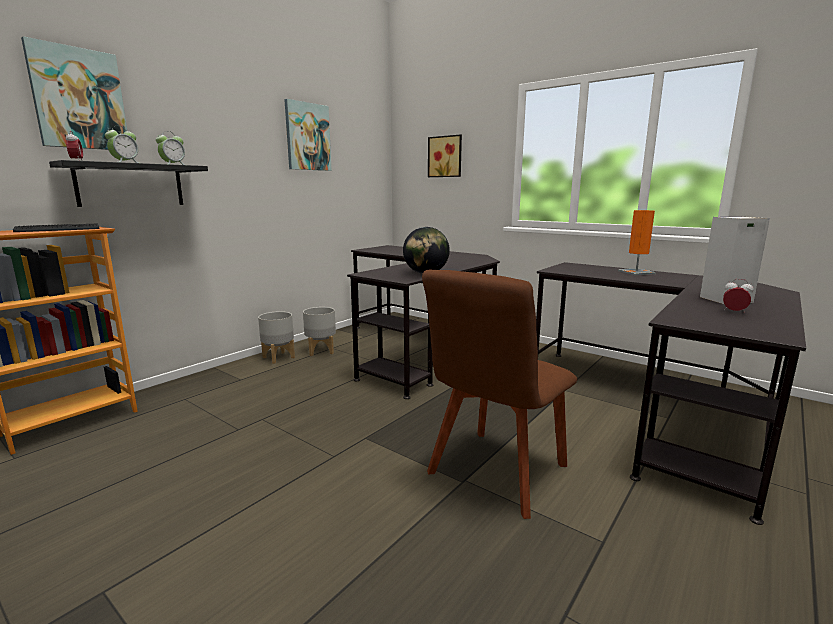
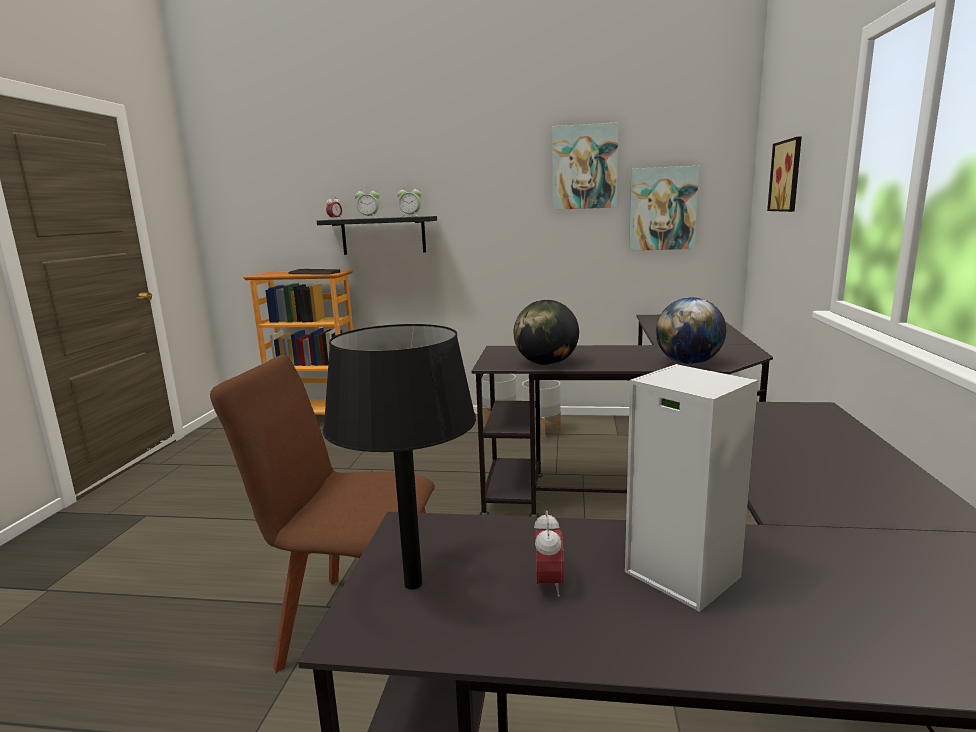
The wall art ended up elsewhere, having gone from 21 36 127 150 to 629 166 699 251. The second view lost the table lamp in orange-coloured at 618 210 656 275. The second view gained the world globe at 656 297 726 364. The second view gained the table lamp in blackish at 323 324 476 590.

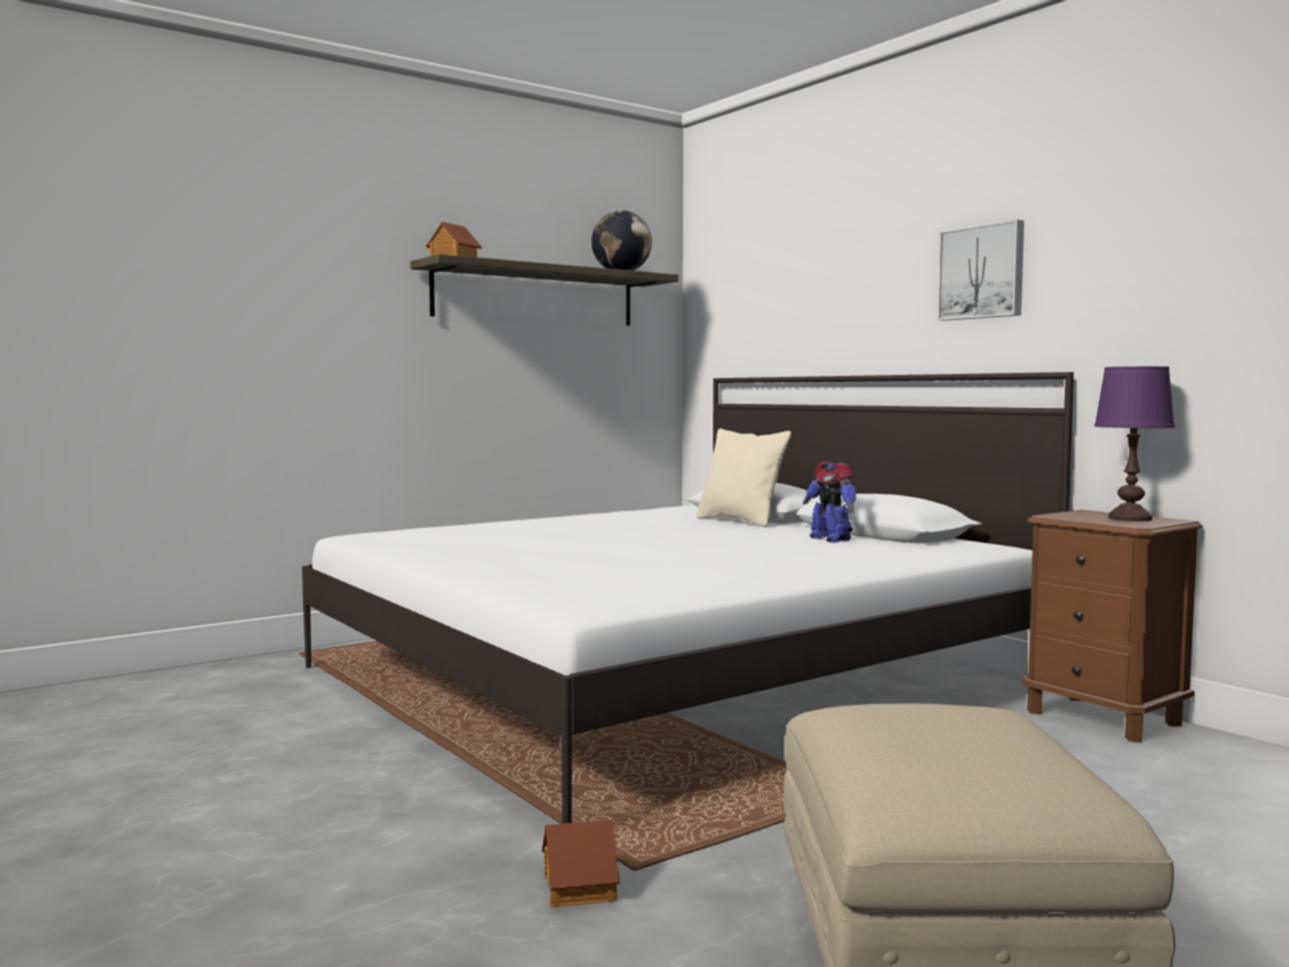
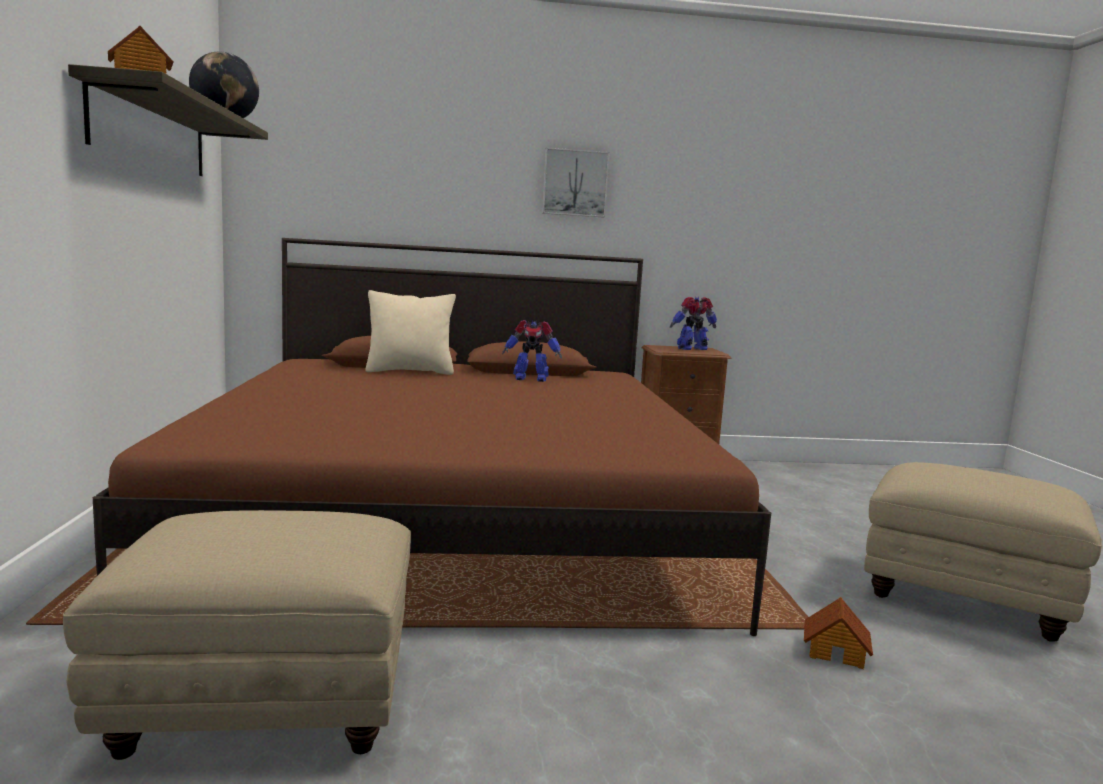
Where the table lamp in purplish stood at 1094 366 1175 522, the robot figure came to stand at 670 297 717 350. What was the bed in white at 302 372 1074 824 turned into the bed in brownish at 93 238 771 636. The second view gained the footrest in beige at 63 510 411 760.

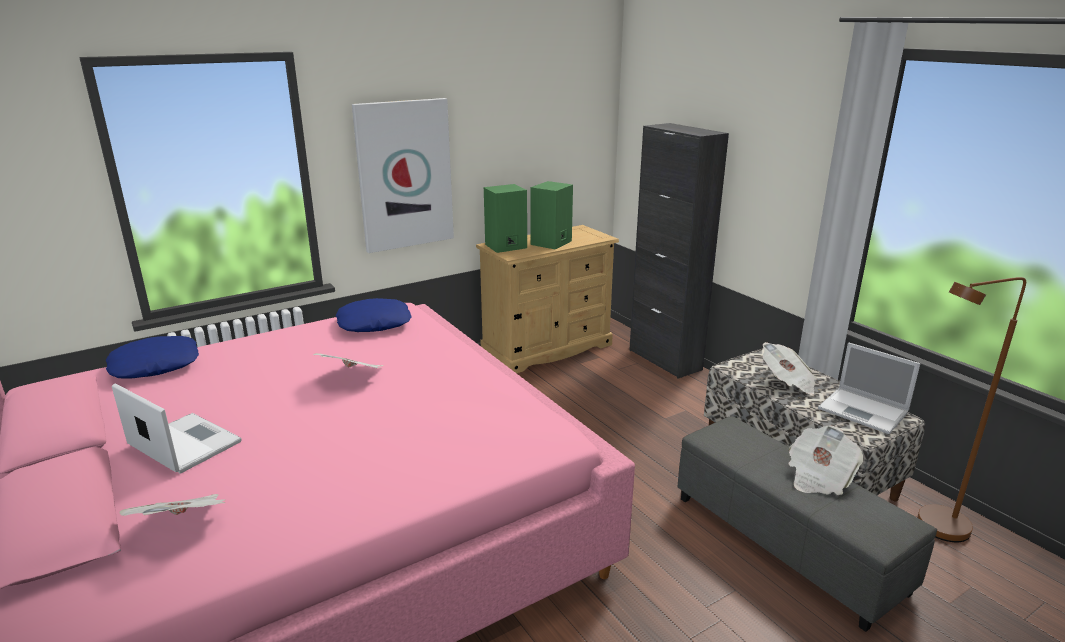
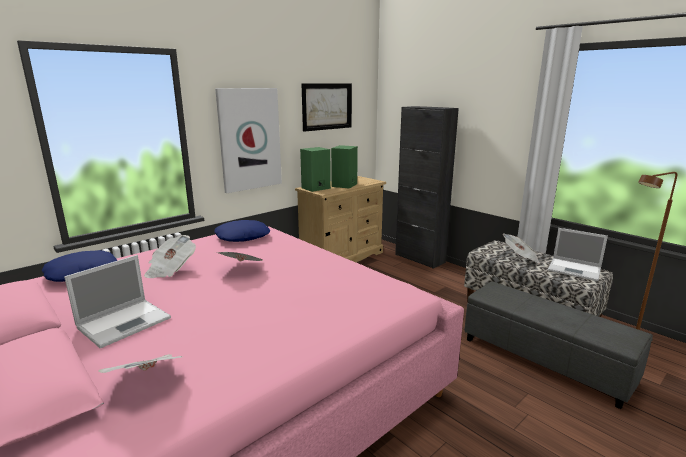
The portable computer at 112 383 242 474 ended up facing another way, 105 degrees clockwise from before. The printed paper ended up elsewhere, having gone from 788 425 863 495 to 144 235 196 278. The second view gained the wall art at 302 84 352 132.

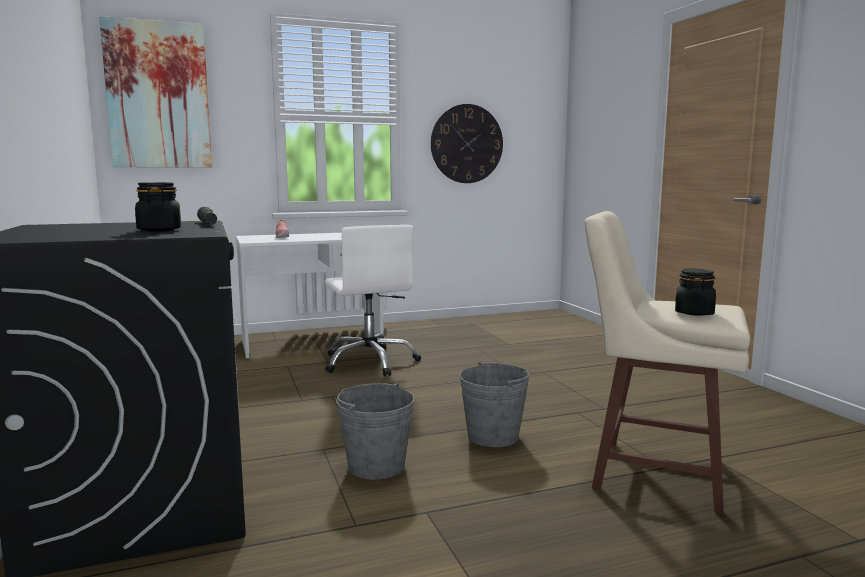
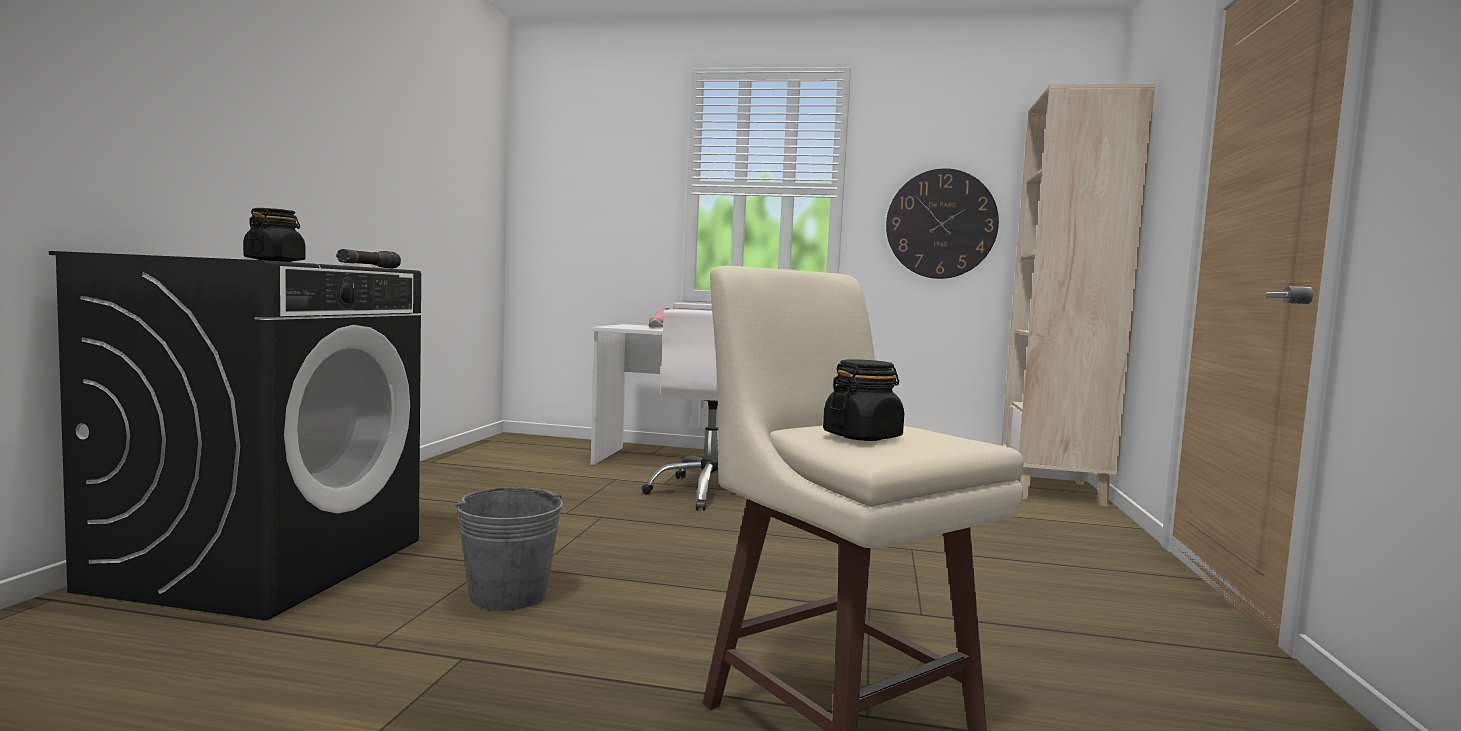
The second view lost the wall art at 99 16 212 168. The second view lost the water bucket in greyish at 459 361 530 447. The second view gained the bookcase in beige at 1001 84 1155 507.

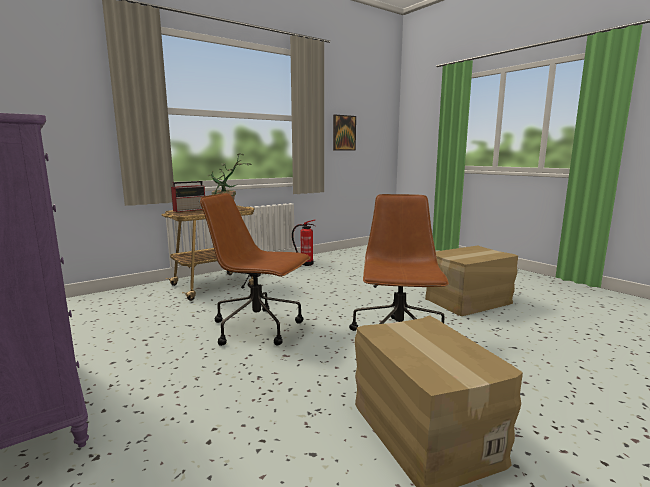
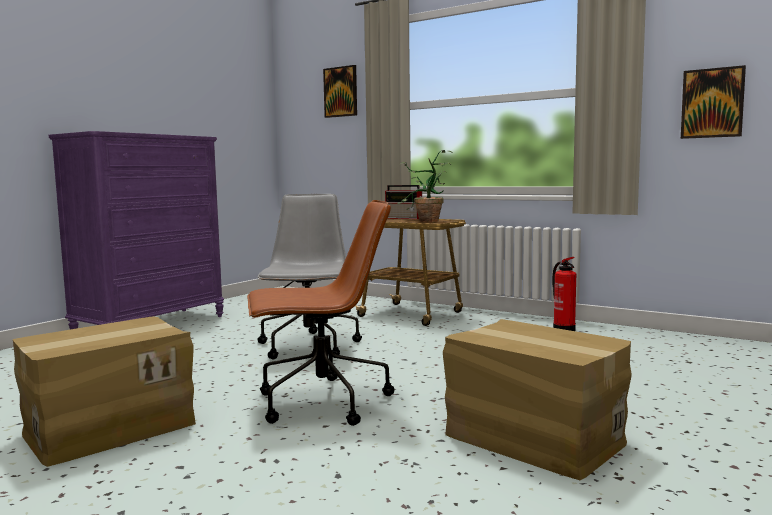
What was the office chair in brownish at 200 193 311 346 turned into the office chair in greyish at 257 194 362 359. The second view gained the wall art at 323 65 357 118.

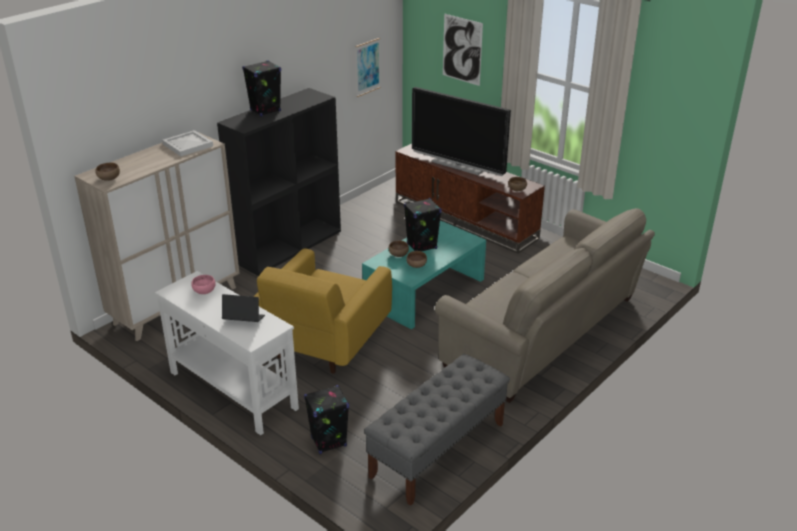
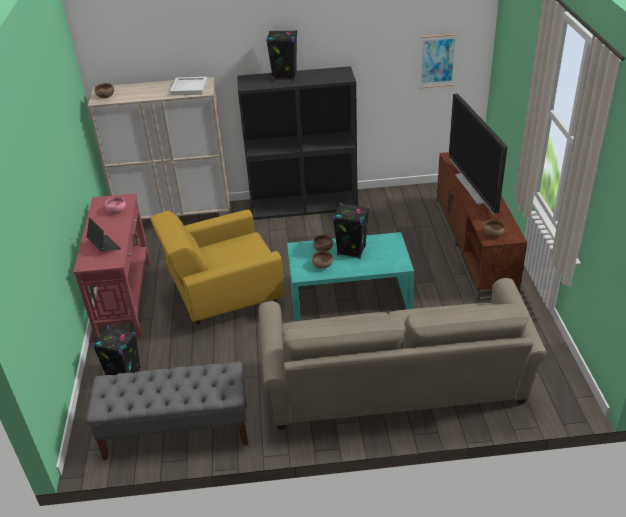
The second view lost the wall art at 443 14 483 86. What was the console table in white at 155 271 299 435 turned into the console table in red at 73 193 151 340.

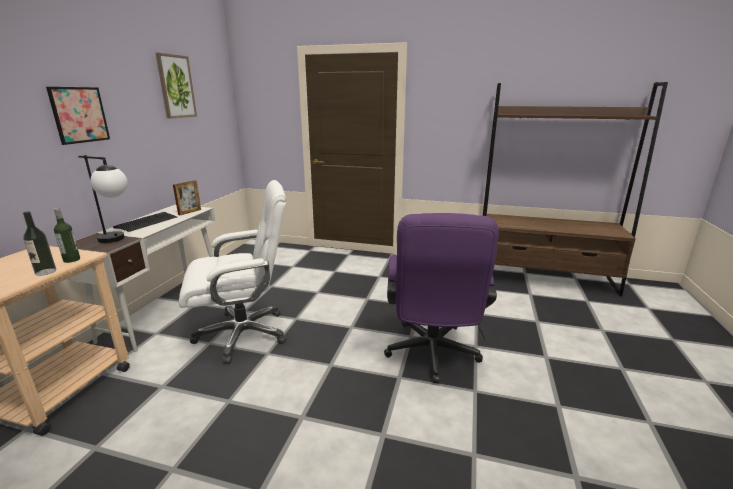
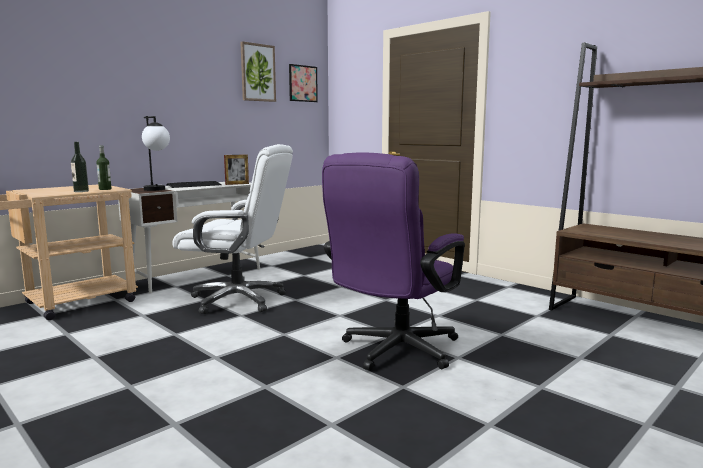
The wall art ended up elsewhere, having gone from 46 87 110 145 to 289 64 318 102.

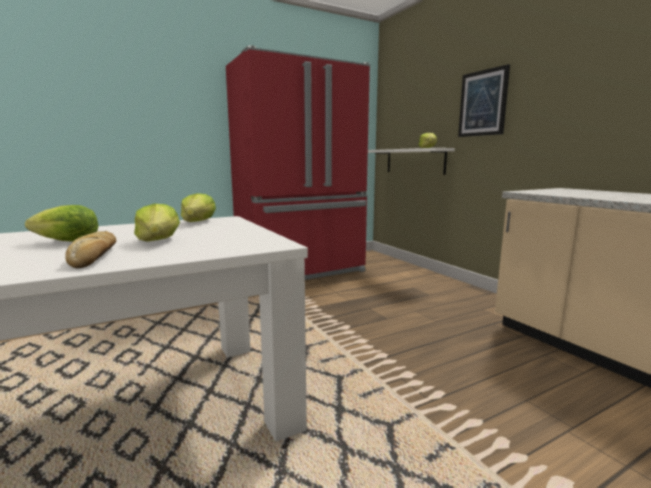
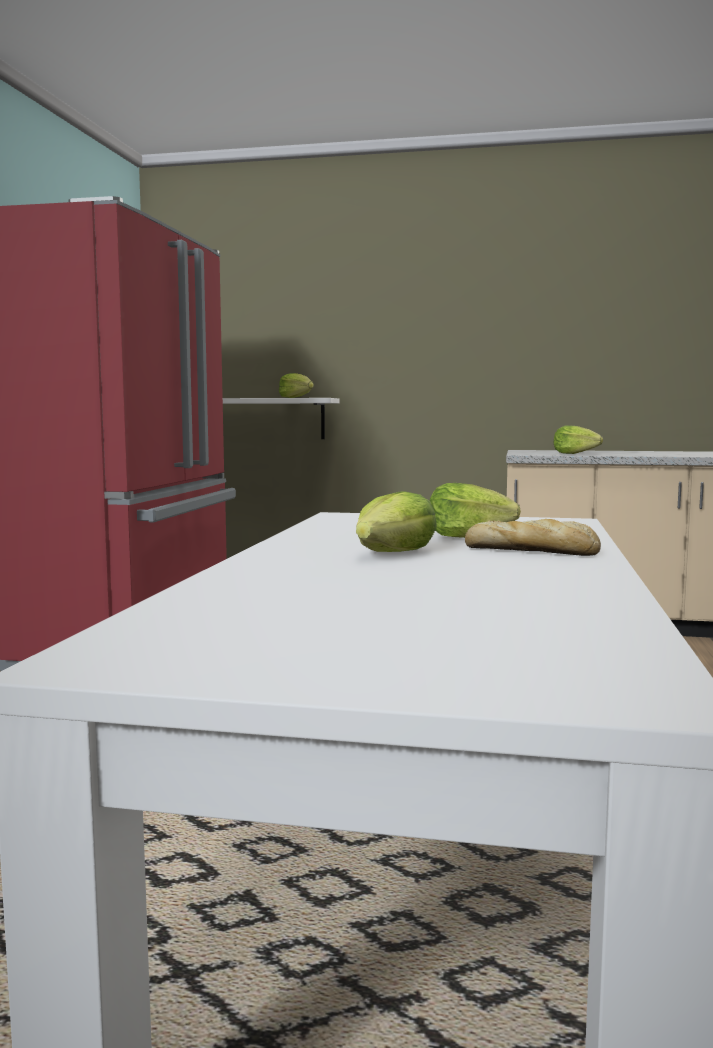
The second view lost the wall art at 458 64 510 137. The lettuce ended up elsewhere, having gone from 181 193 216 222 to 554 425 603 454.

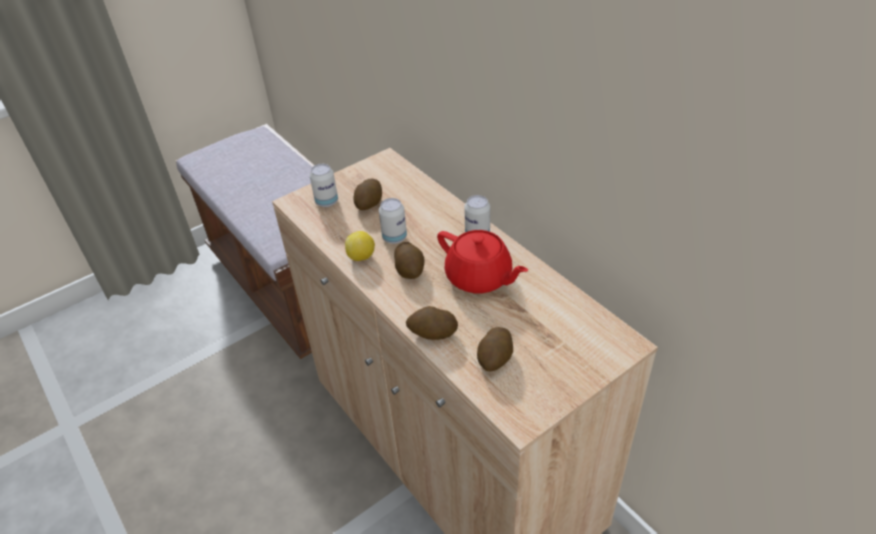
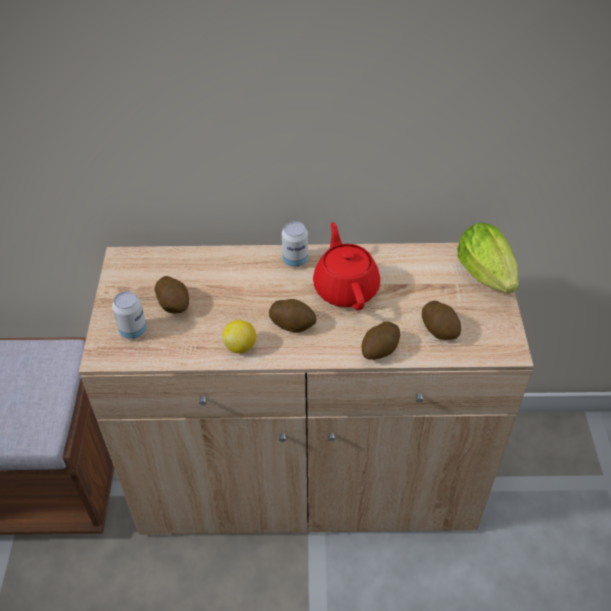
The second view lost the metal can at 379 198 407 244. The teapot in red at 437 230 528 293 ended up facing another way, 90 degrees counterclockwise from before. The second view gained the lettuce at 457 223 518 294.

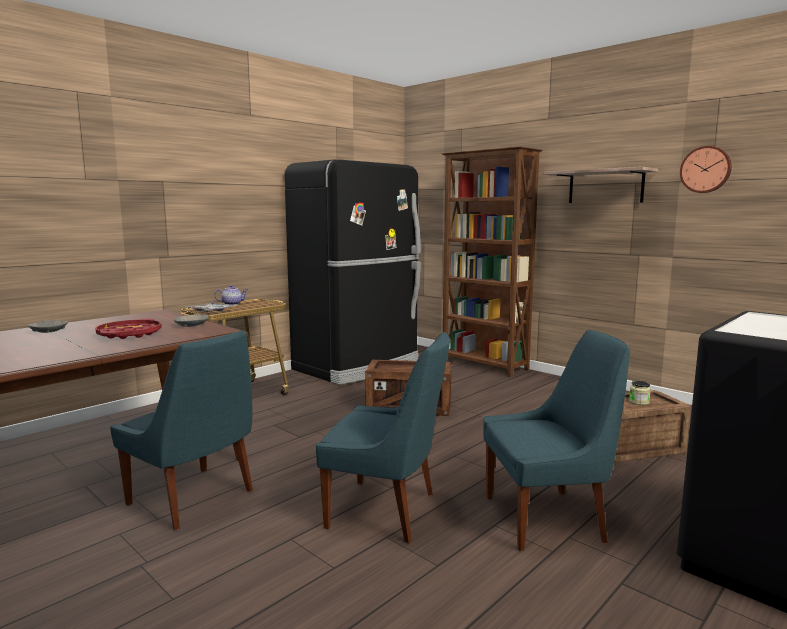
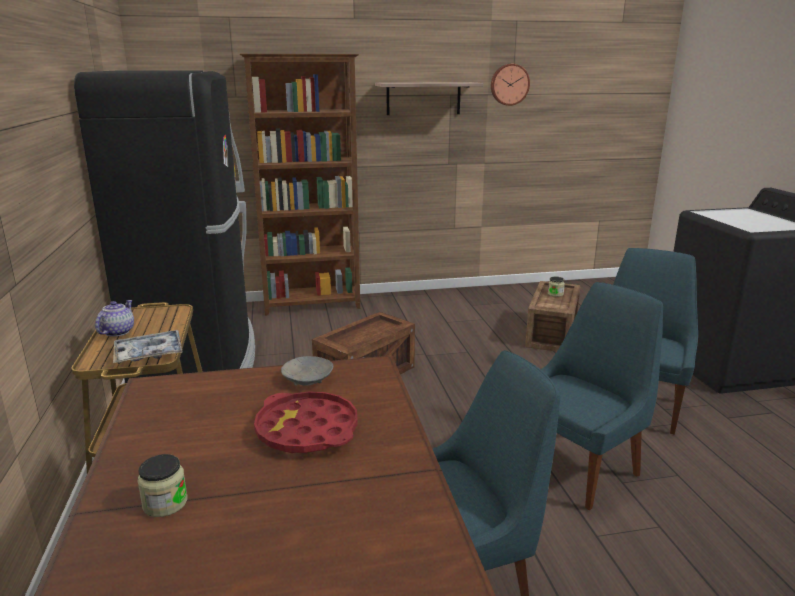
Where the deep dish in greyish stood at 28 320 68 333, the preserve jar came to stand at 137 454 187 517.

